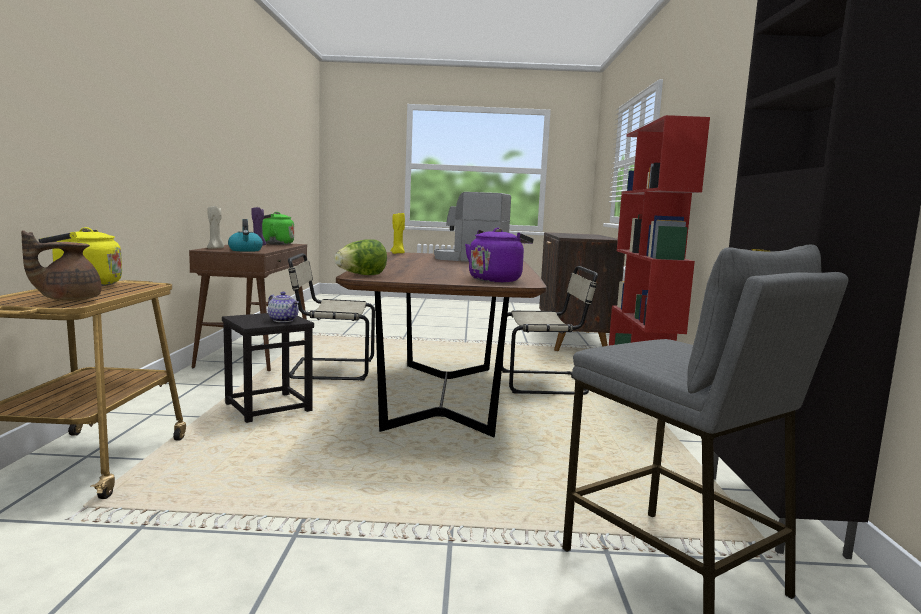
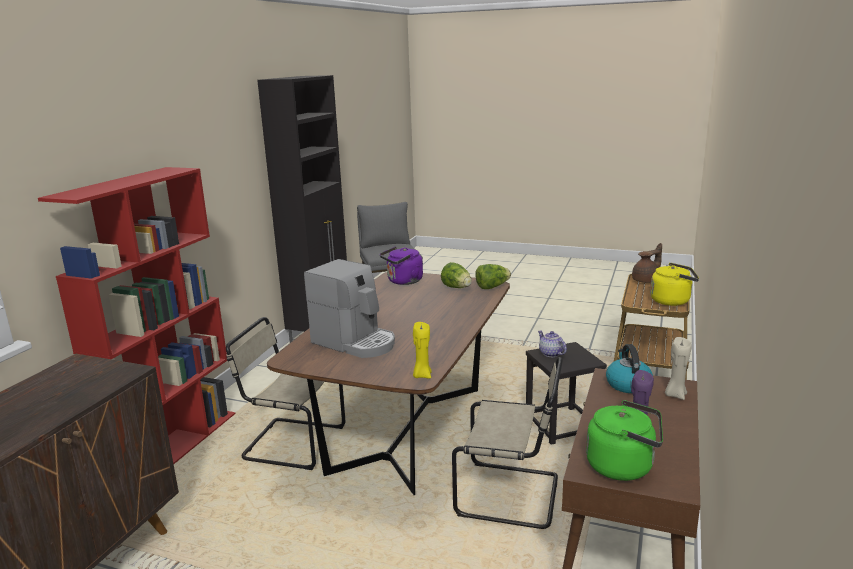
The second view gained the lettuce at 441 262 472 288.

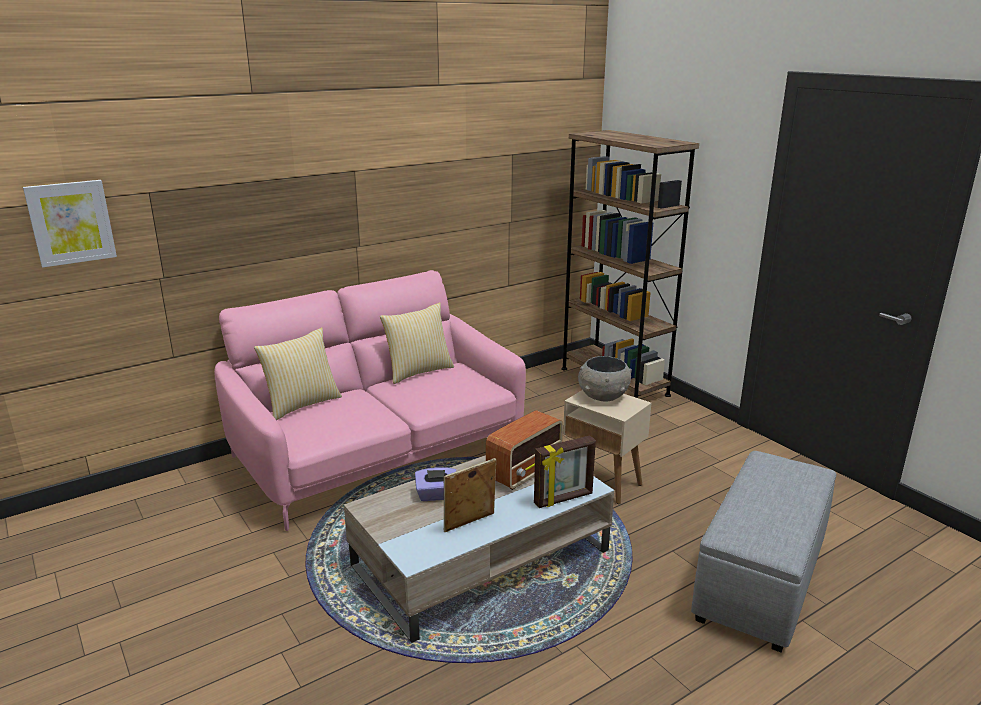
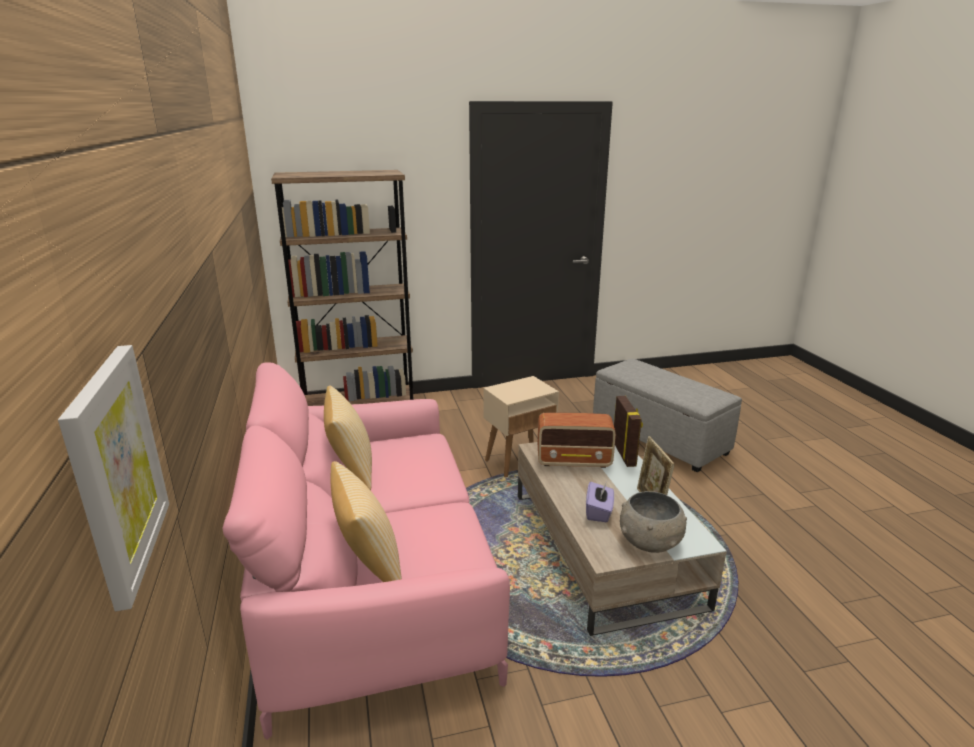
The deep dish in greyish ended up elsewhere, having gone from 578 356 632 402 to 620 491 687 553. The radio receiver at 486 410 563 490 ended up facing another way, 120 degrees clockwise from before.

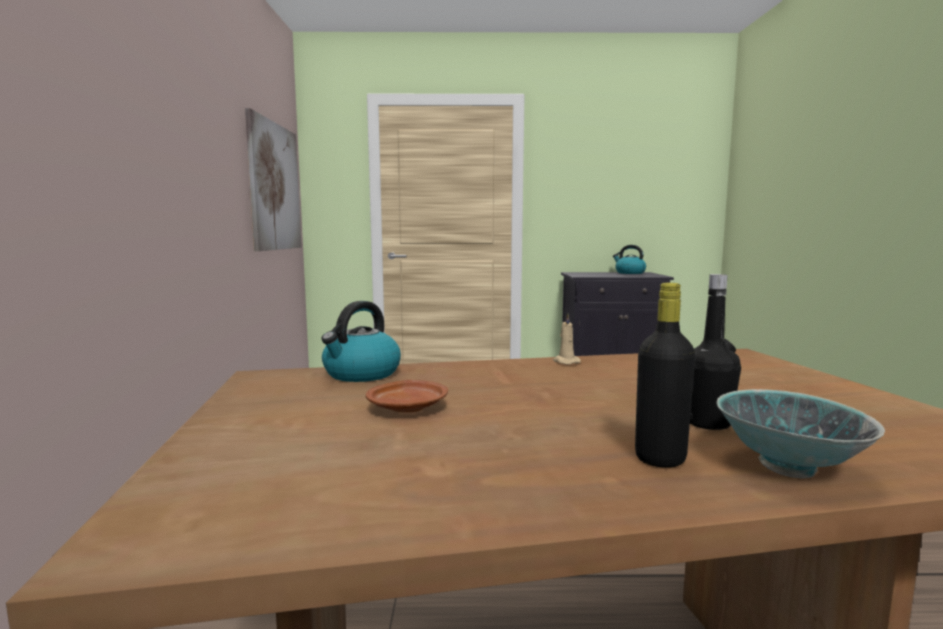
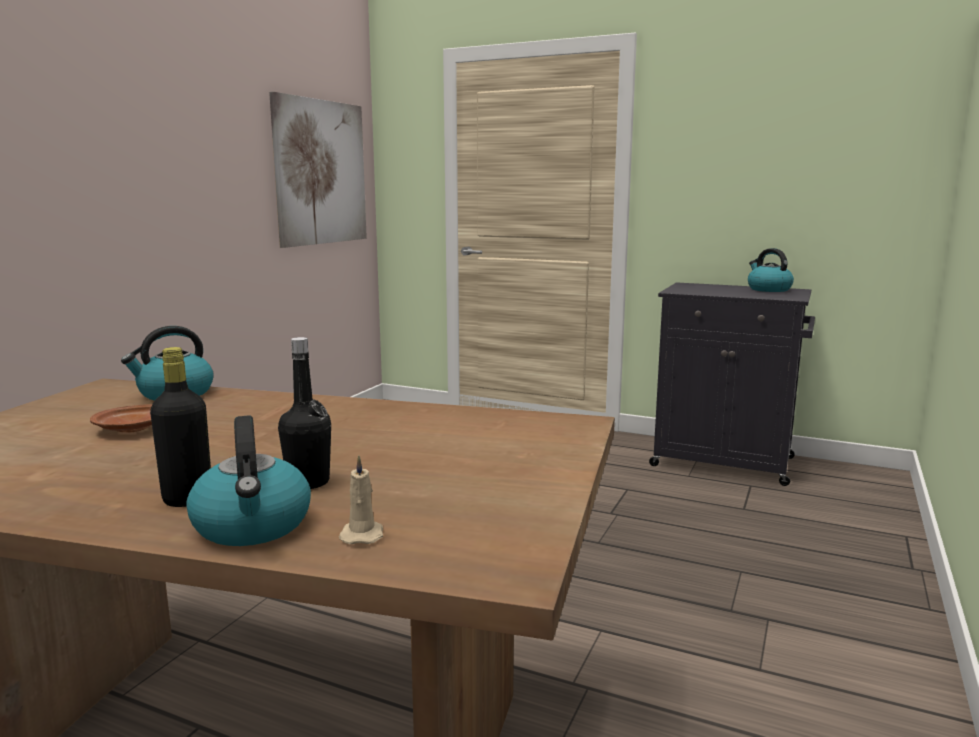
The wax candle in beige ended up elsewhere, having gone from 553 313 581 365 to 339 455 383 544. Where the deep dish stood at 716 389 885 478, the kettle came to stand at 186 415 311 546.

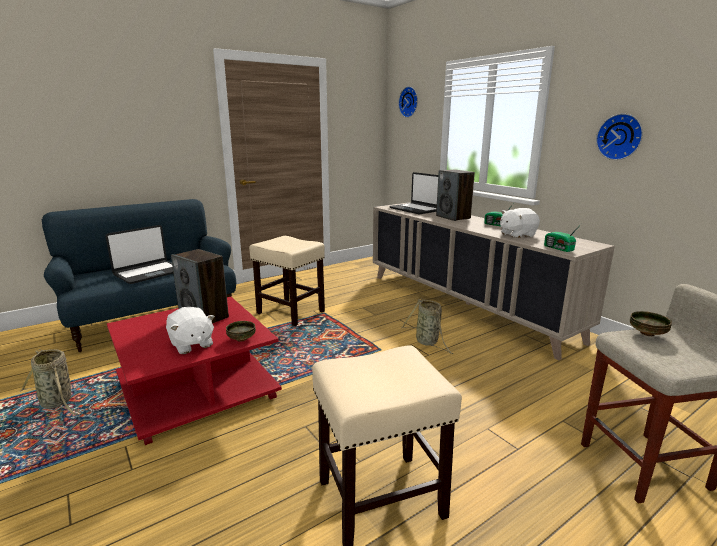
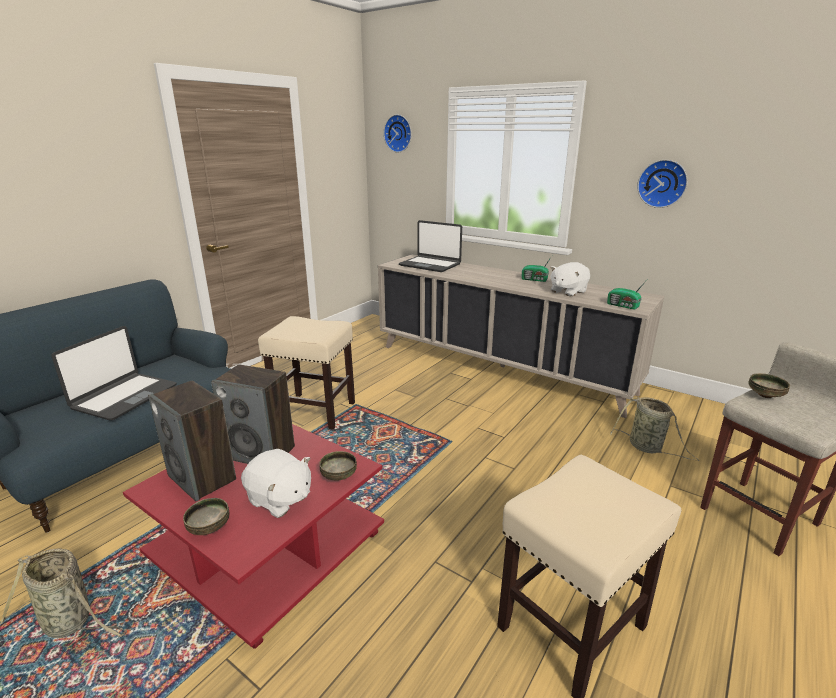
The loudspeaker ended up elsewhere, having gone from 436 170 475 221 to 148 381 236 502. The basket ended up elsewhere, having gone from 402 299 453 354 to 610 397 699 461. The second view gained the deep dish at 183 498 230 535.

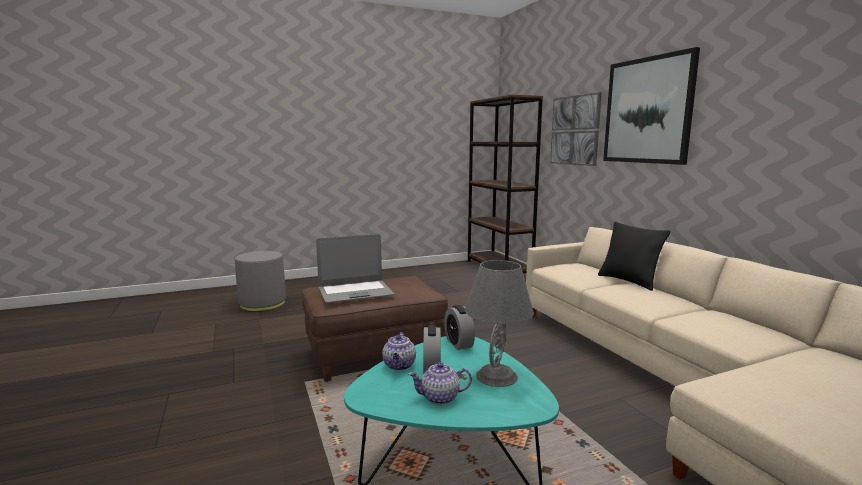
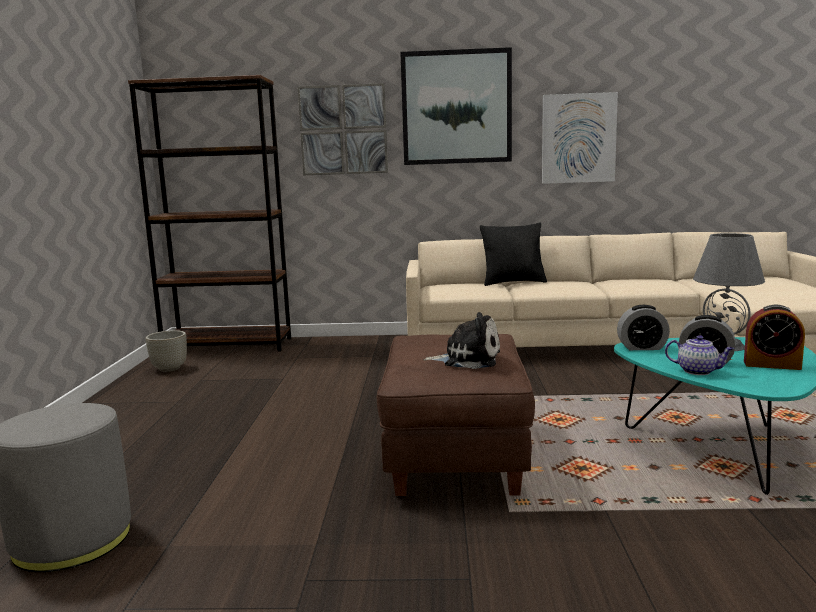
Where the portable computer stood at 316 234 394 303, the plush toy came to stand at 423 312 500 369. Where the teapot stood at 408 362 472 405, the alarm clock came to stand at 744 304 805 370. The second view gained the wall art at 542 92 618 184. The second view gained the planter in greyish at 146 330 187 372.

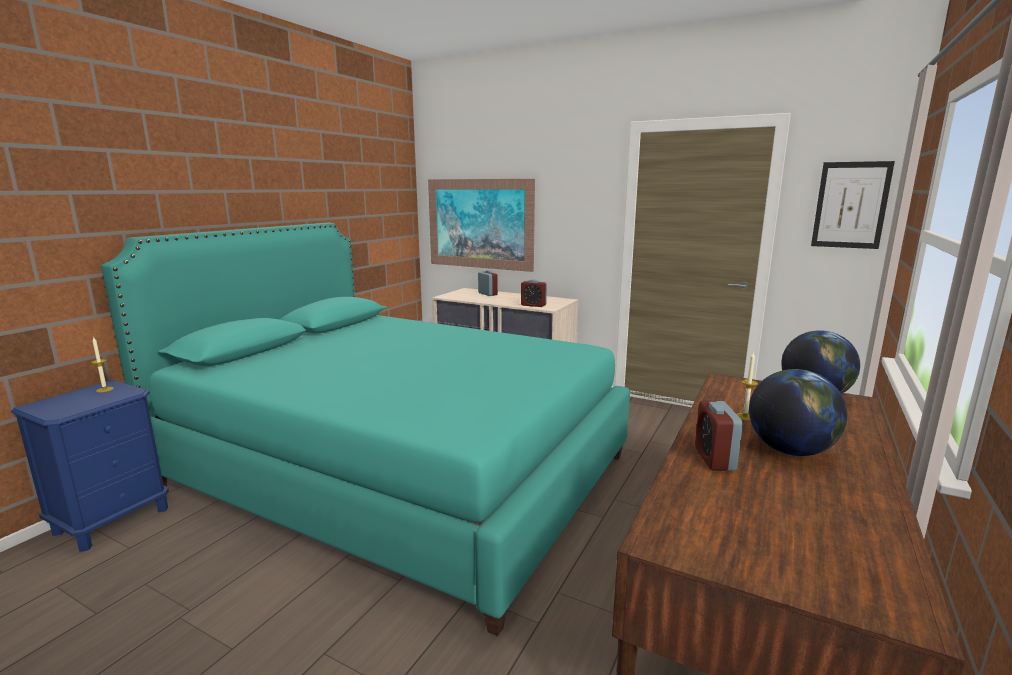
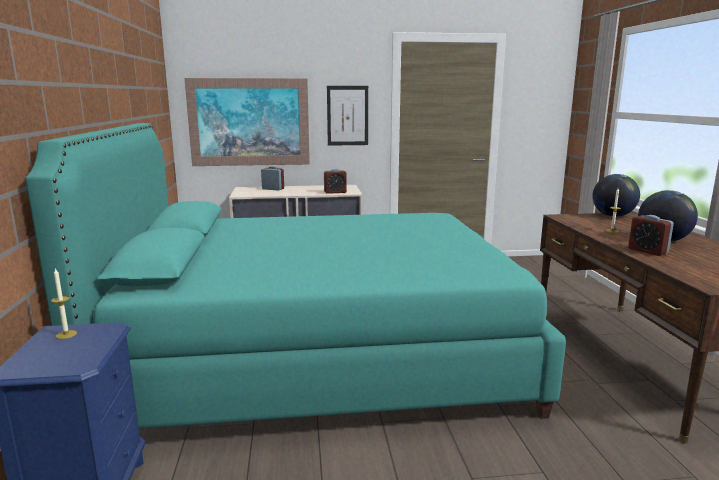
The wall art ended up elsewhere, having gone from 811 161 895 249 to 327 86 368 146.

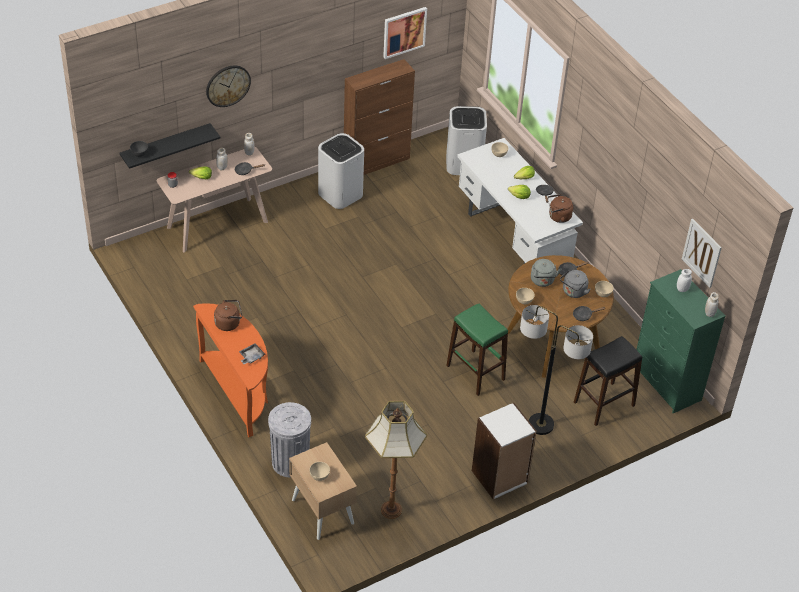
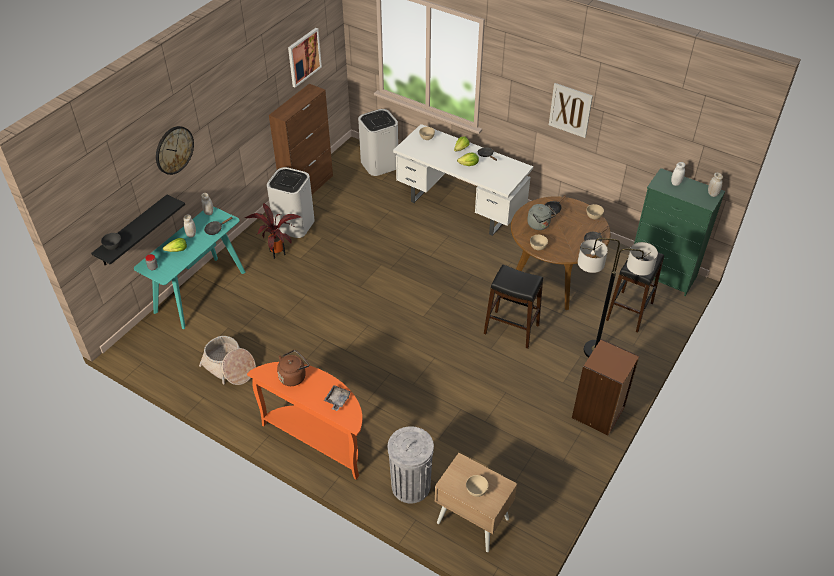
What was the console table in beige at 157 147 272 253 turned into the console table in turquoise-coloured at 134 206 246 329. The second view lost the kettle in brownish at 548 194 573 223. The wall art ended up elsewhere, having gone from 682 219 722 288 to 549 83 593 138. The second view lost the kettle in greyish at 560 270 591 298. What was the sitting stool in greenish at 446 304 508 396 turned into the sitting stool in blackish at 484 265 543 349. The second view lost the floor lamp at 365 401 427 519. What was the bookcase in white at 472 403 537 500 turned into the bookcase in brownish at 572 339 640 436. The second view gained the houseplant at 245 203 301 259. The second view gained the basket at 199 336 256 385.

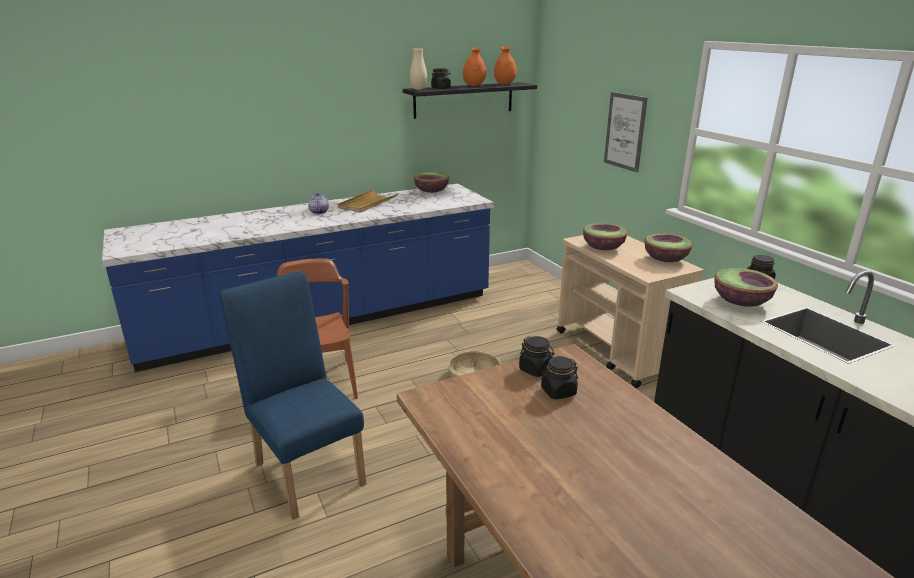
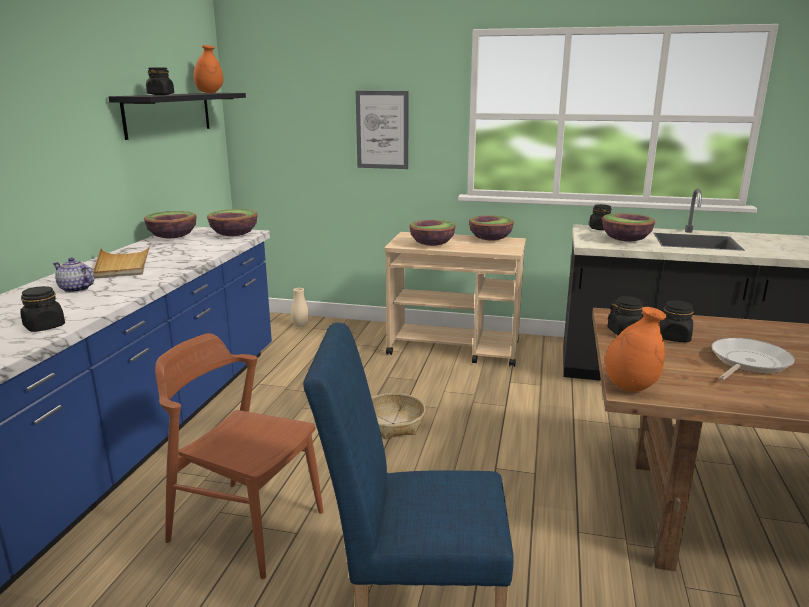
The vase in orange-coloured ended up elsewhere, having gone from 463 47 486 86 to 606 307 666 392. The vase in beige ended up elsewhere, having gone from 410 49 427 90 to 291 288 309 327. The second view gained the deep dish at 207 209 258 236. The second view gained the preserve jar in blackish at 20 286 65 332. The second view gained the frying pan at 712 338 795 381.

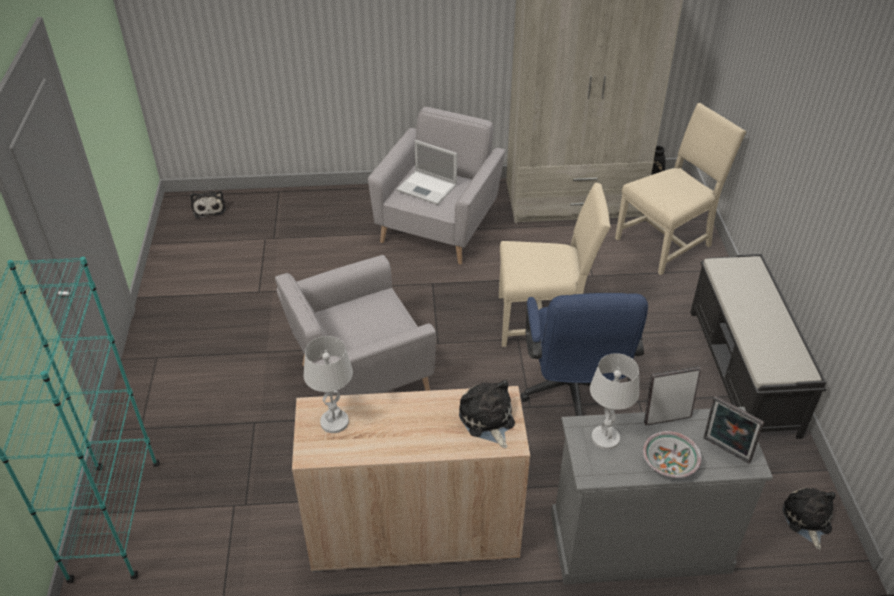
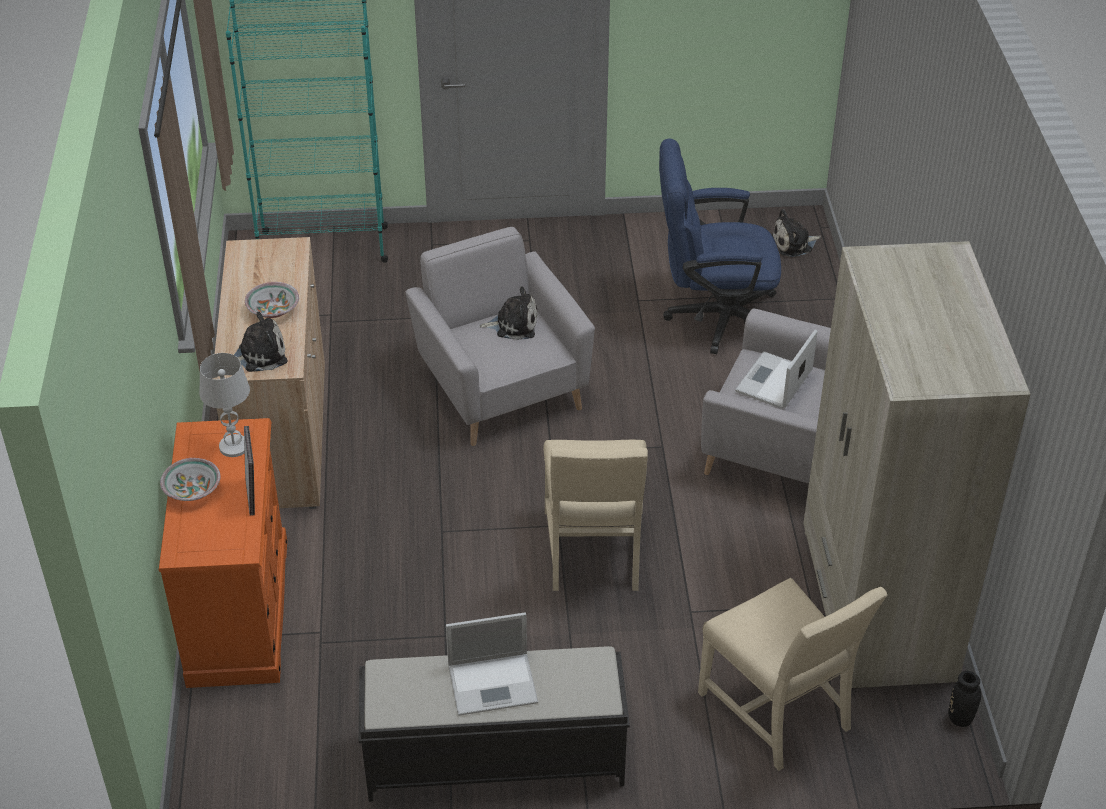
The office chair in bluish ended up elsewhere, having gone from 520 293 648 416 to 659 139 781 354. The second view lost the table lamp in white at 304 336 353 433. The second view lost the photo frame at 703 396 764 464. What was the chest of drawers in greyish at 551 407 773 584 turned into the chest of drawers in orange-coloured at 159 418 287 688. The plush toy ended up elsewhere, having gone from 783 488 836 550 to 480 286 538 340. The second view gained the deep dish at 245 282 299 318. The second view gained the portable computer at 446 612 538 716.

